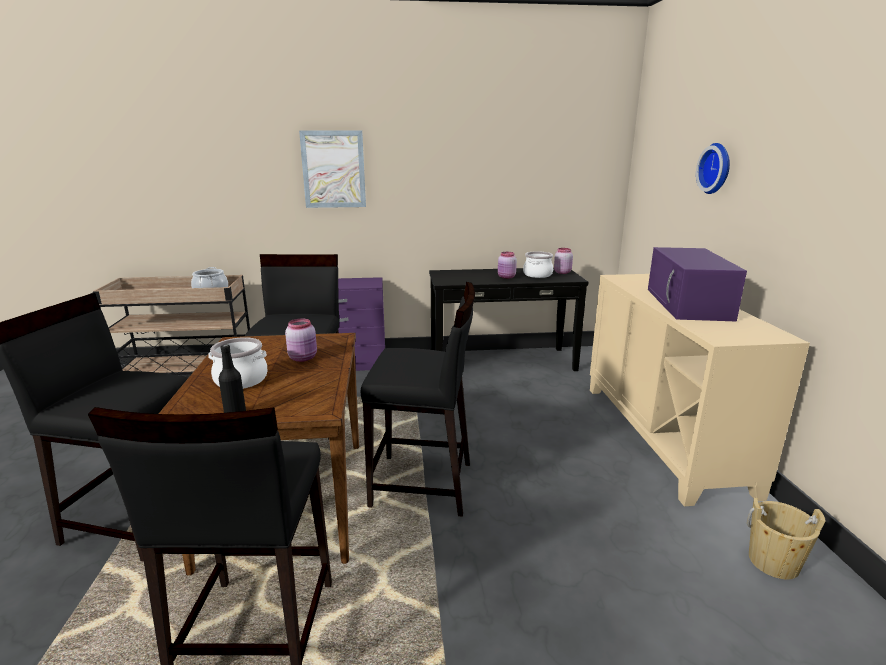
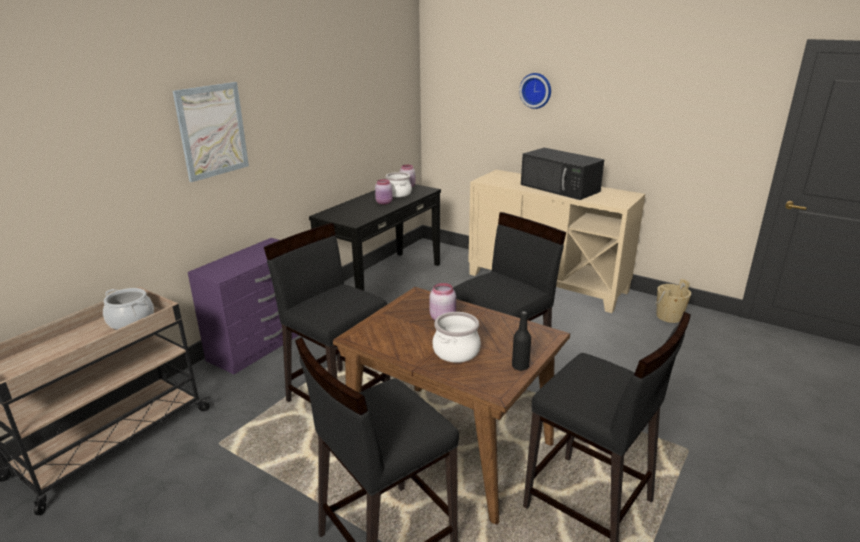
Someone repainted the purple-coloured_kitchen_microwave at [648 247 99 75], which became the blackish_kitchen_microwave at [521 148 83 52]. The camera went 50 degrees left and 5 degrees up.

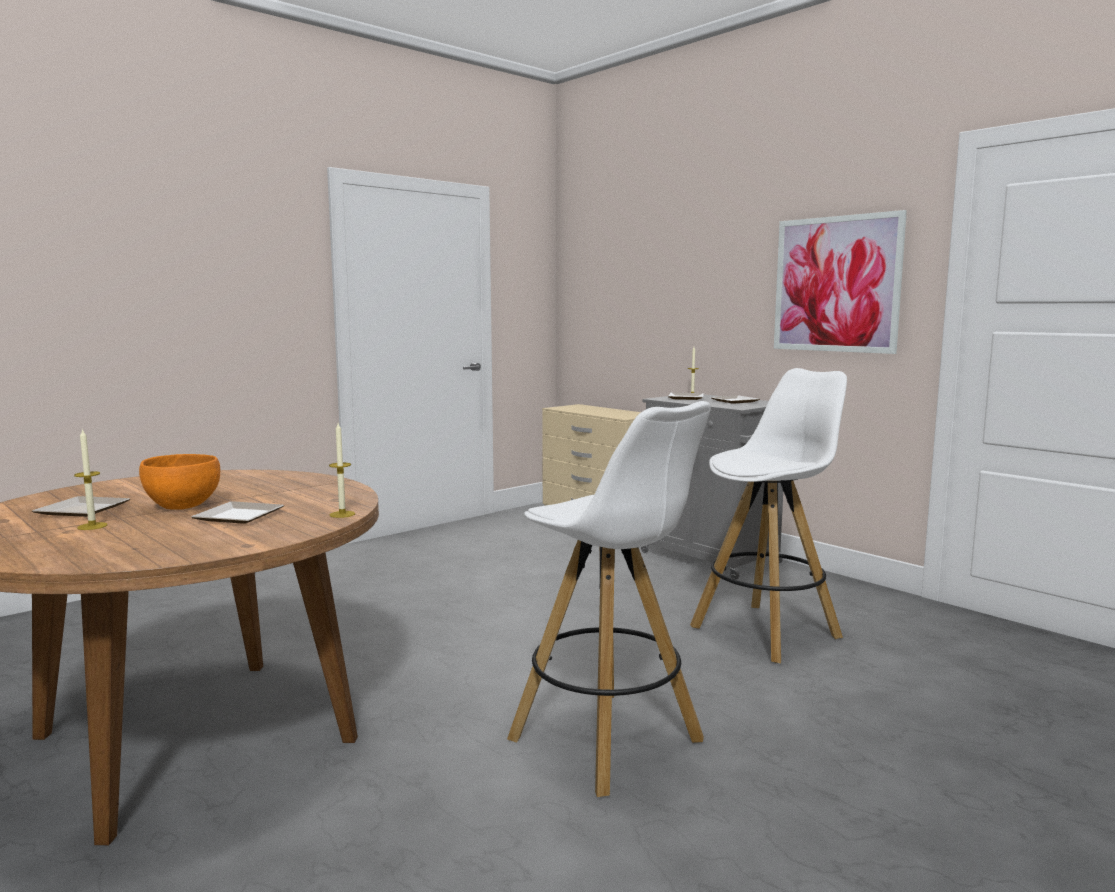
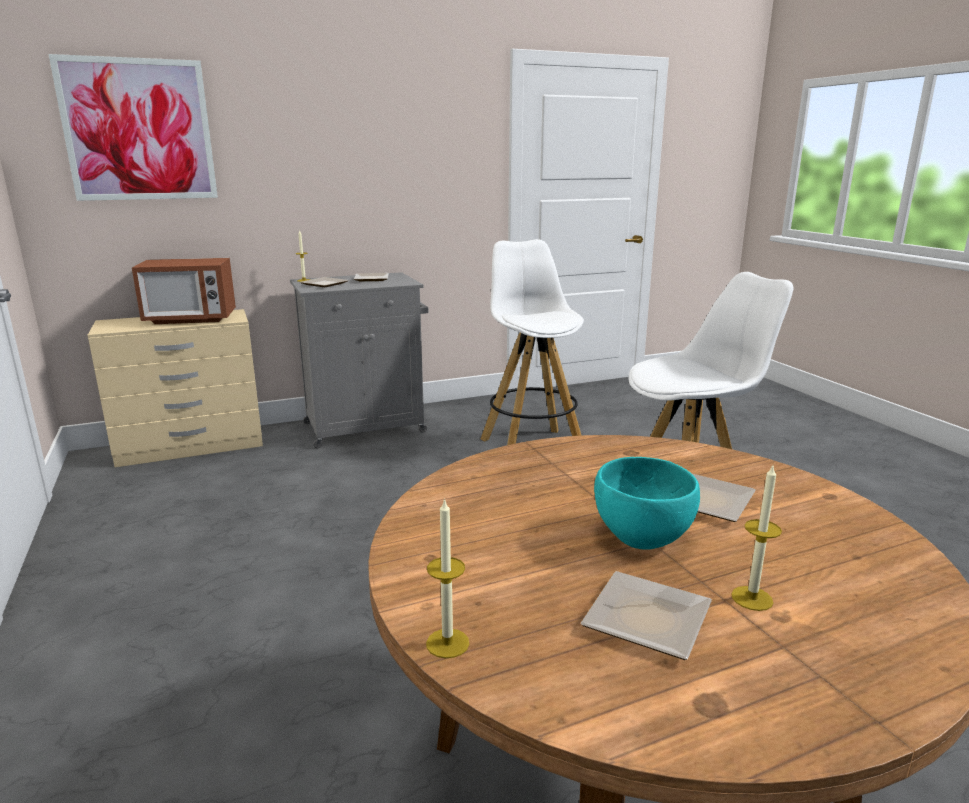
Someone carried the wall_picture from [774 210 133 144] to [48 54 170 147]. Someone put down the kitchen_microwave at [132 258 104 66]. Someone carried the wax_candle from [329 423 26 95] to [426 498 43 160]. Someone repainted the orangey_bowl at [139 454 81 56], which became the turquoise-coloured_bowl at [594 457 106 93]. The camera went 70 degrees left and 10 degrees up.

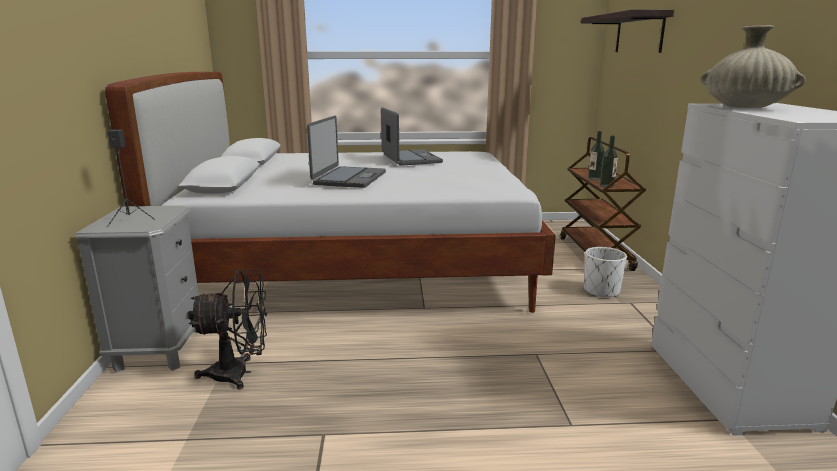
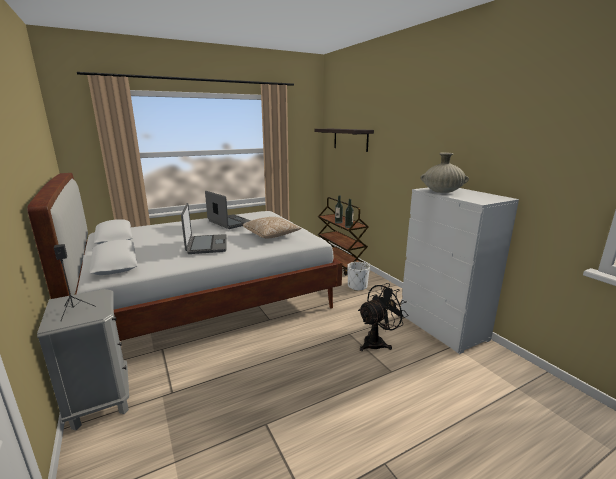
Someone put down the throw_pillow at [242 217 60 22]. Someone carried the blackish_fan from [188 269 79 121] to [358 283 50 68]. The camera went 25 degrees left and 0 degrees up.

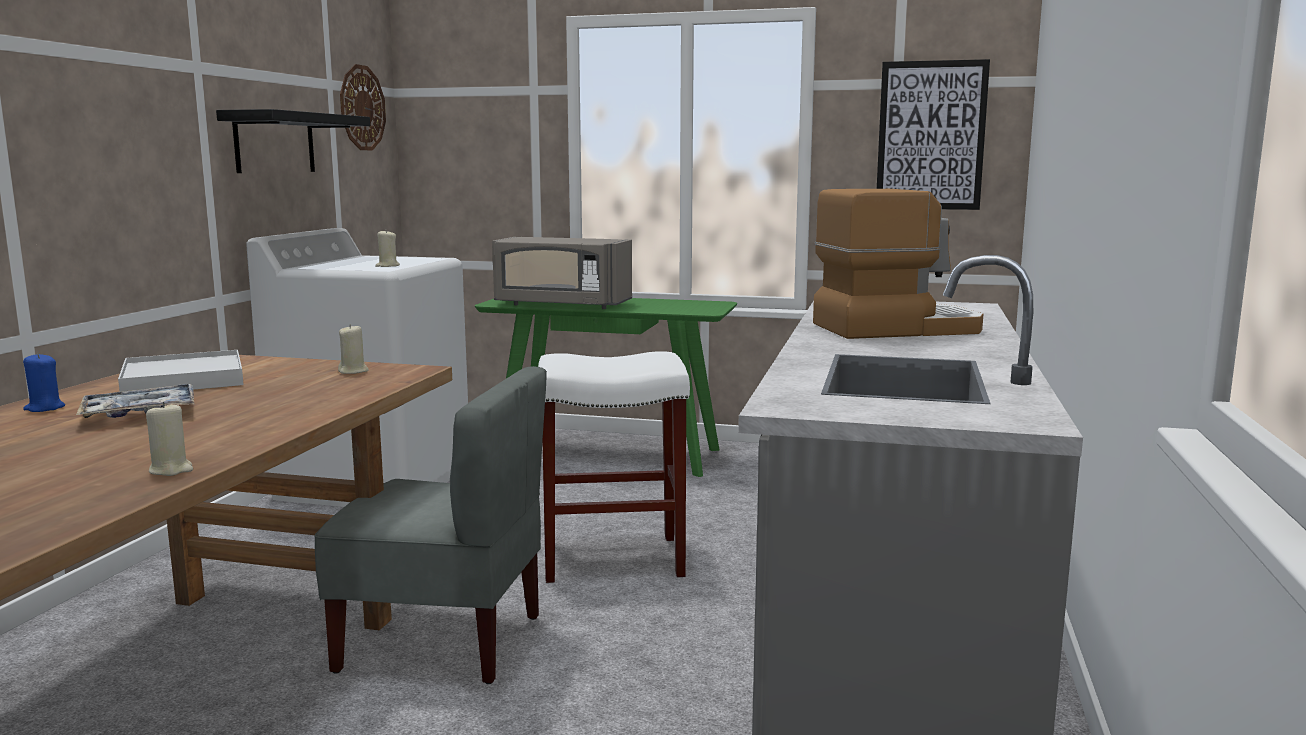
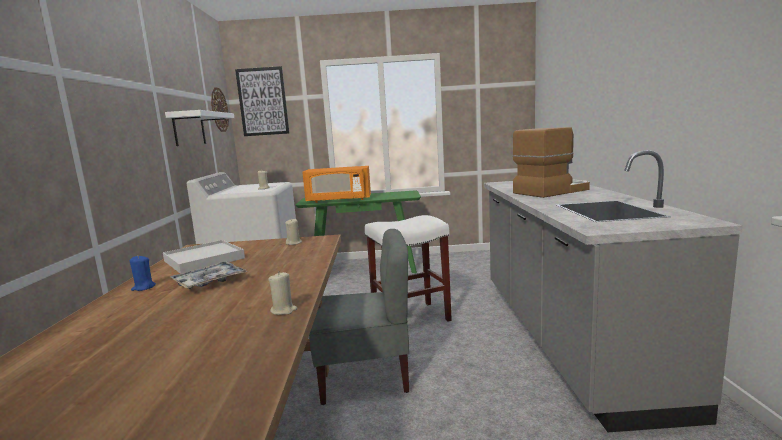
Someone repainted the blackish_bracket_shelf at [216 109 154 64], which became the white_bracket_shelf at [165 110 69 36]. Someone carried the wall_picture from [877 59 113 151] to [235 66 54 70]. Someone repainted the gray_kitchen_microwave at [492 237 140 72], which became the orangey_kitchen_microwave at [302 166 69 37]. The camera went 15 degrees left and 0 degrees up.

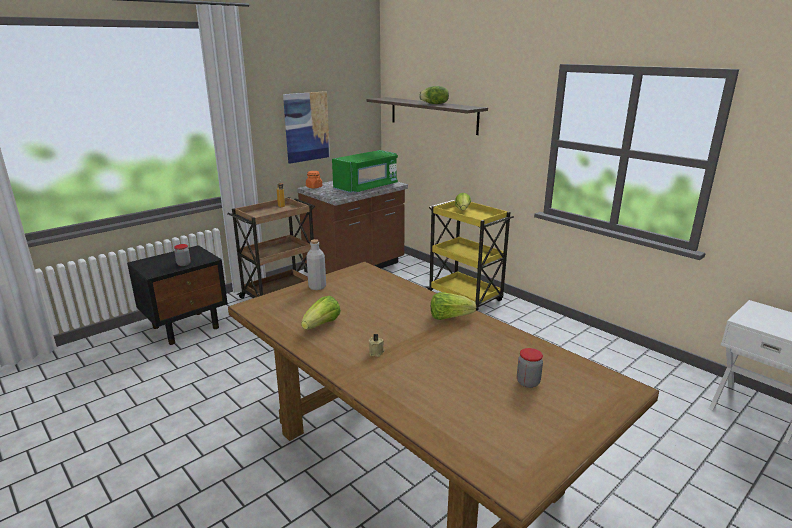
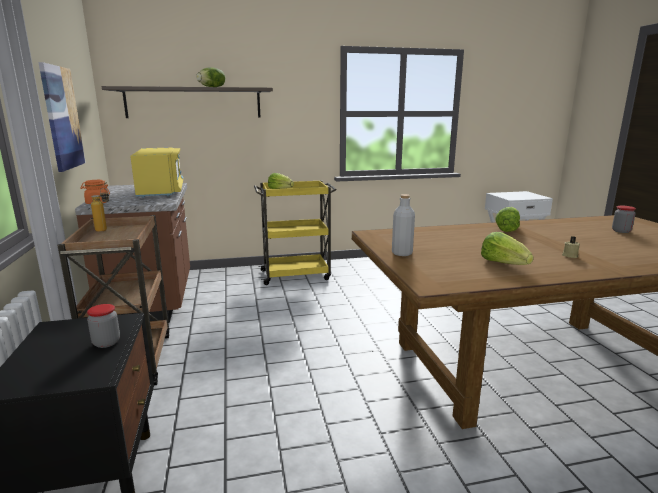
Someone repainted the greenish_kitchen_microwave at [332 150 66 43], which became the yellow_kitchen_microwave at [130 148 54 50]. The camera went 60 degrees left and 5 degrees down.

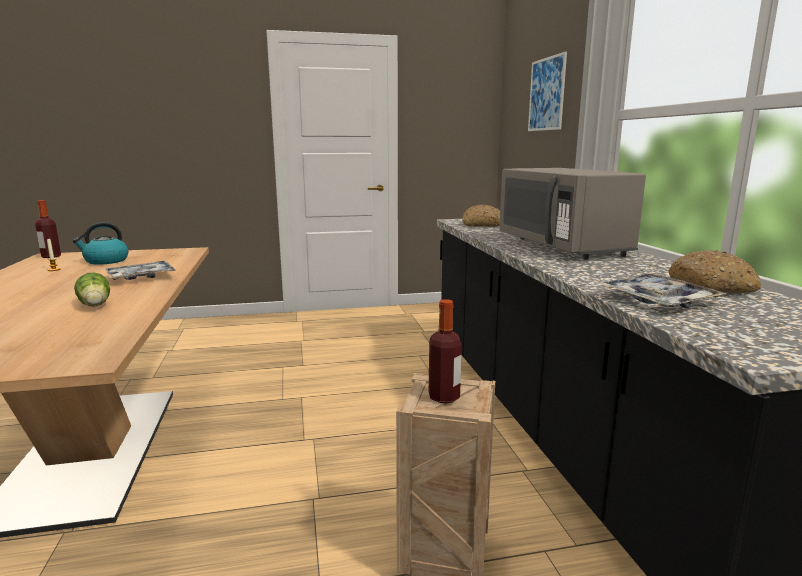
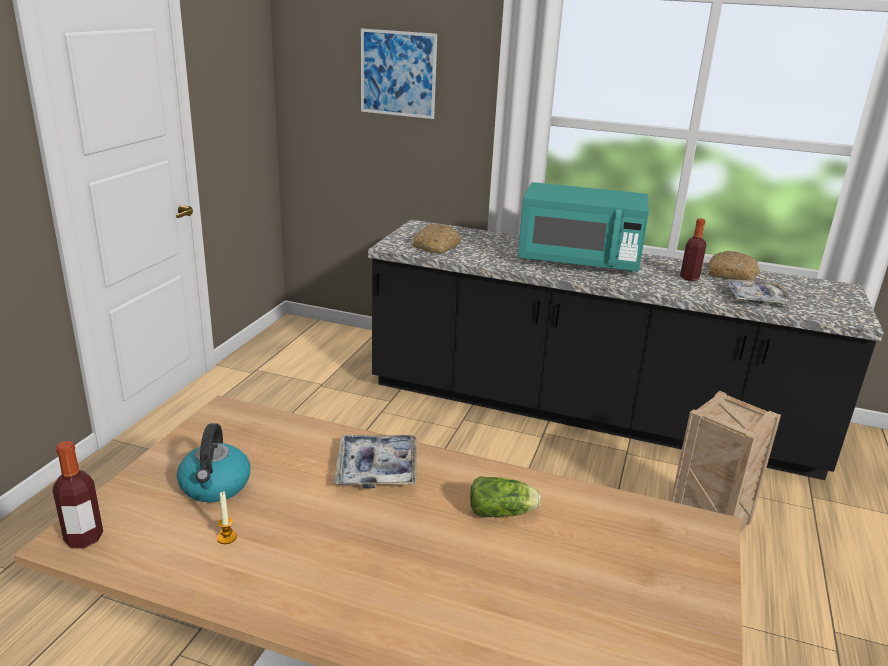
Someone repainted the gray_kitchen_microwave at [499 168 147 92], which became the turquoise-coloured_kitchen_microwave at [518 182 131 90]. Someone carried the beverage_bottle from [429 299 33 104] to [680 218 26 63]. The camera went 60 degrees left and 10 degrees up.

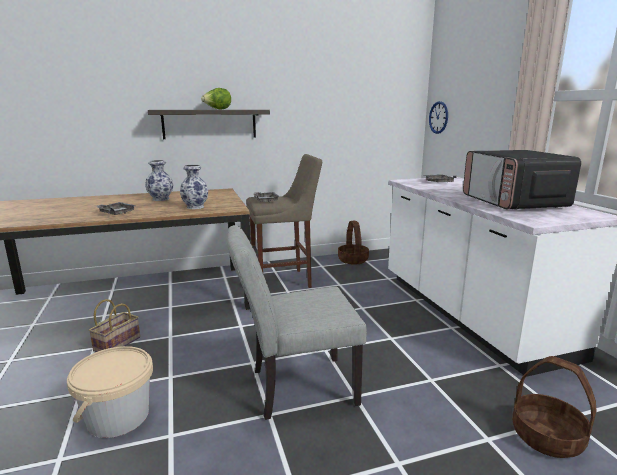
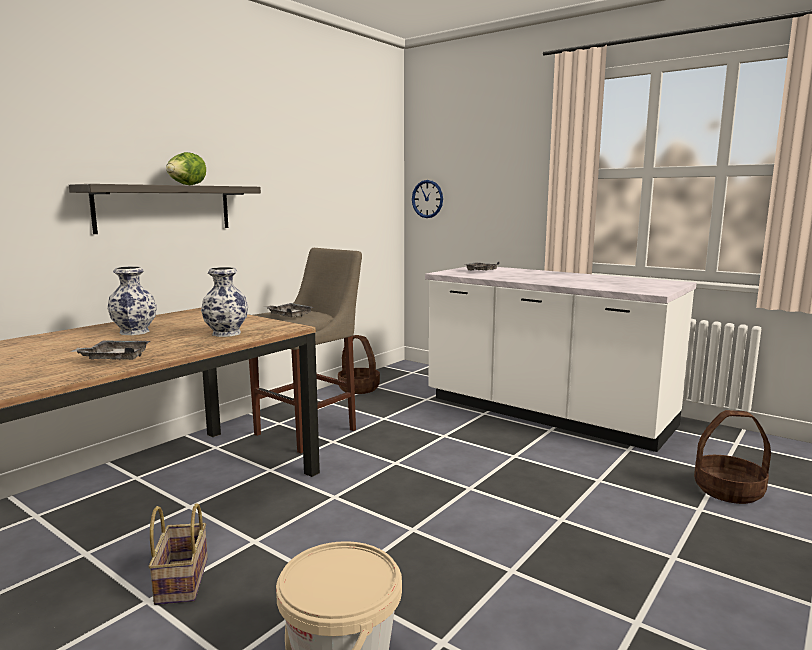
Someone took away the gray_chair at [227 225 140 195]. Someone took away the kitchen_microwave at [463 150 118 60]. The camera went 35 degrees left and 5 degrees down.

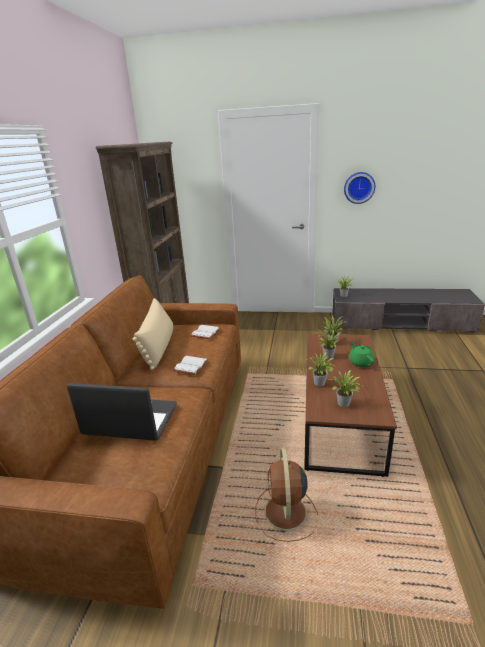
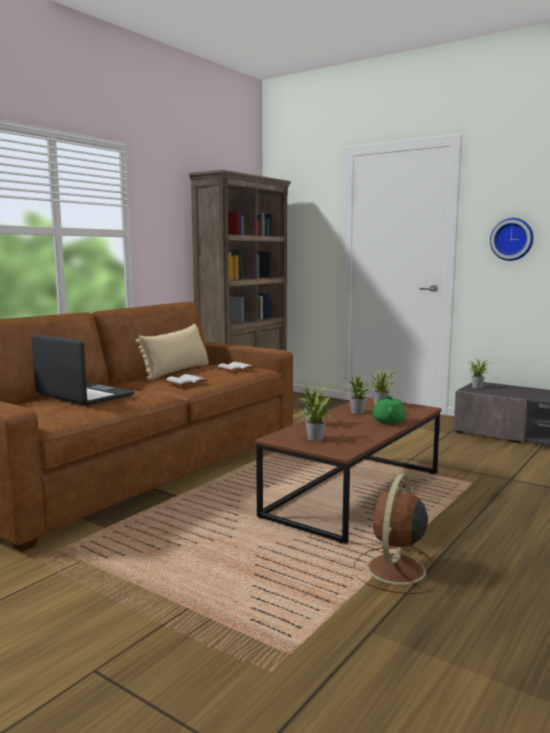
Someone carried the brown_fan from [255 448 63 94] to [354 474 85 120]. The camera went 25 degrees right and 15 degrees down.

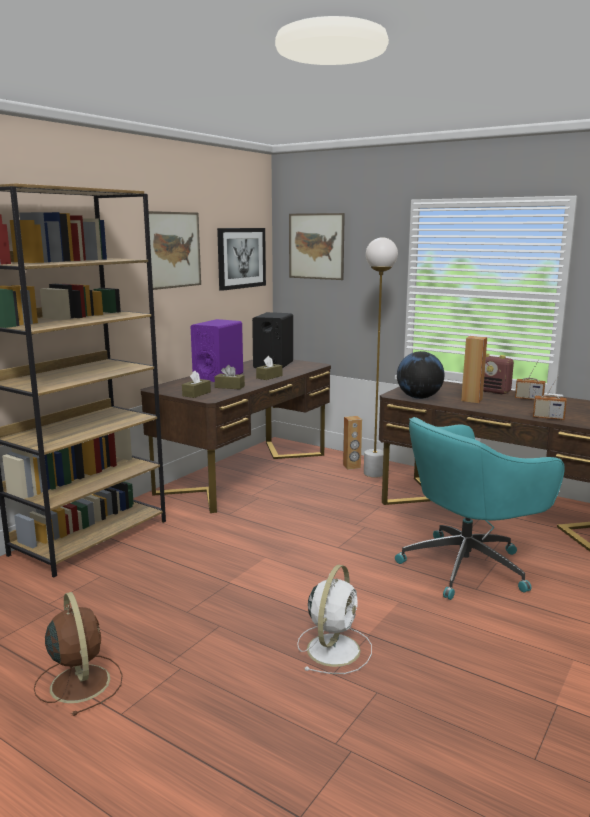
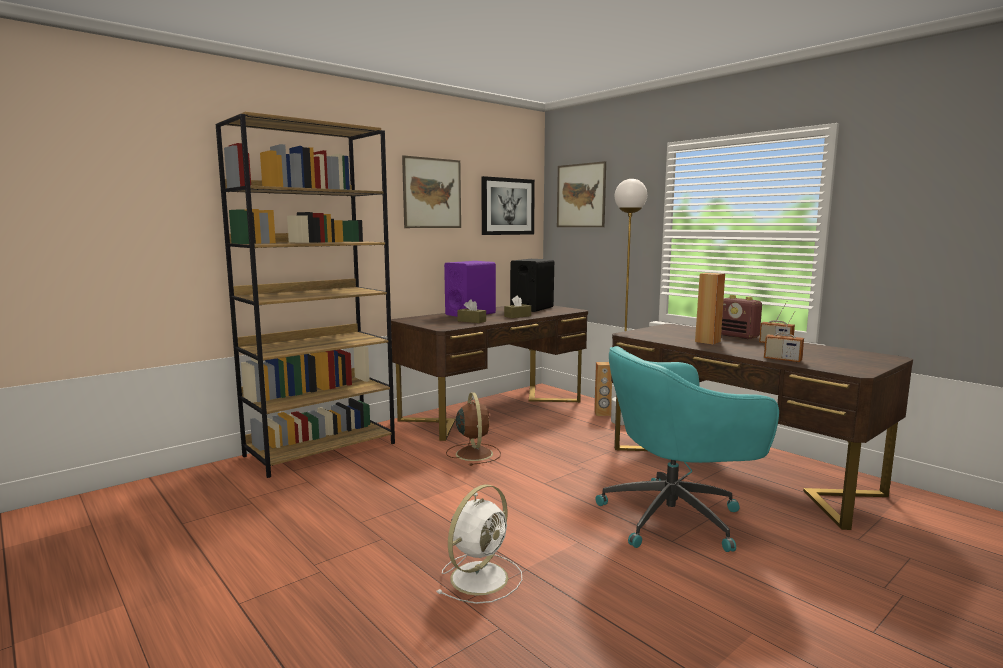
Someone carried the brown_fan from [34 592 89 124] to [446 392 55 74]. Someone took away the brown_box_of_tissues at [182 371 29 27]. Someone took away the globe at [397 351 47 48]. The camera went 15 degrees right and 5 degrees down.

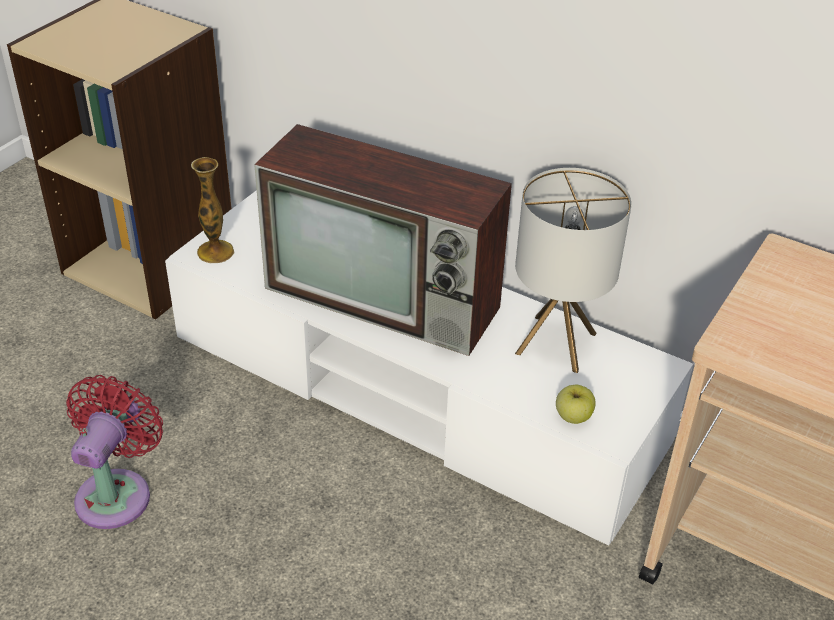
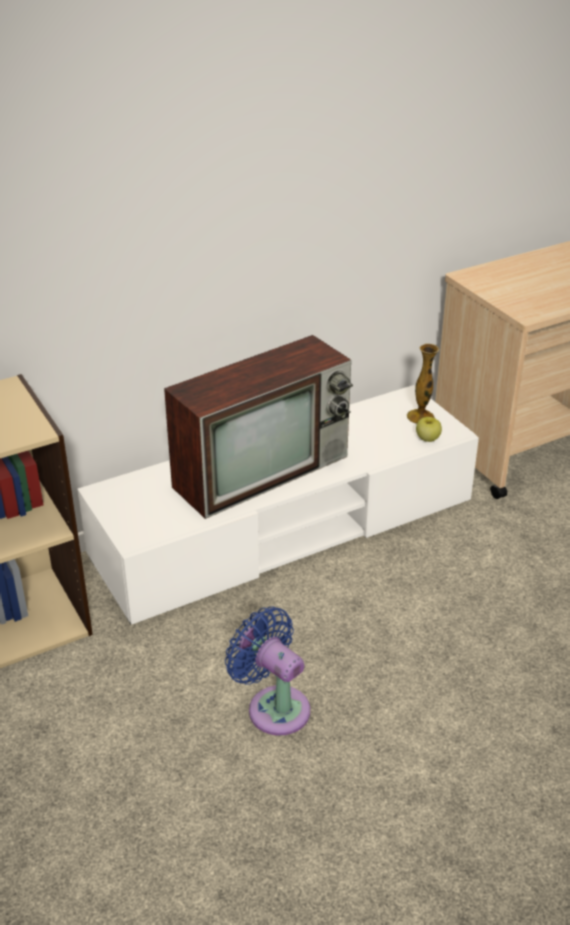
Someone repainted the red_fan at [66 375 97 154], which became the blue-coloured_fan at [225 606 85 130]. Someone carried the flower_vase from [191 157 44 106] to [407 344 32 80]. Someone took away the lamp_for_a_table at [515 168 117 205]. The camera went 60 degrees left and 5 degrees down.

